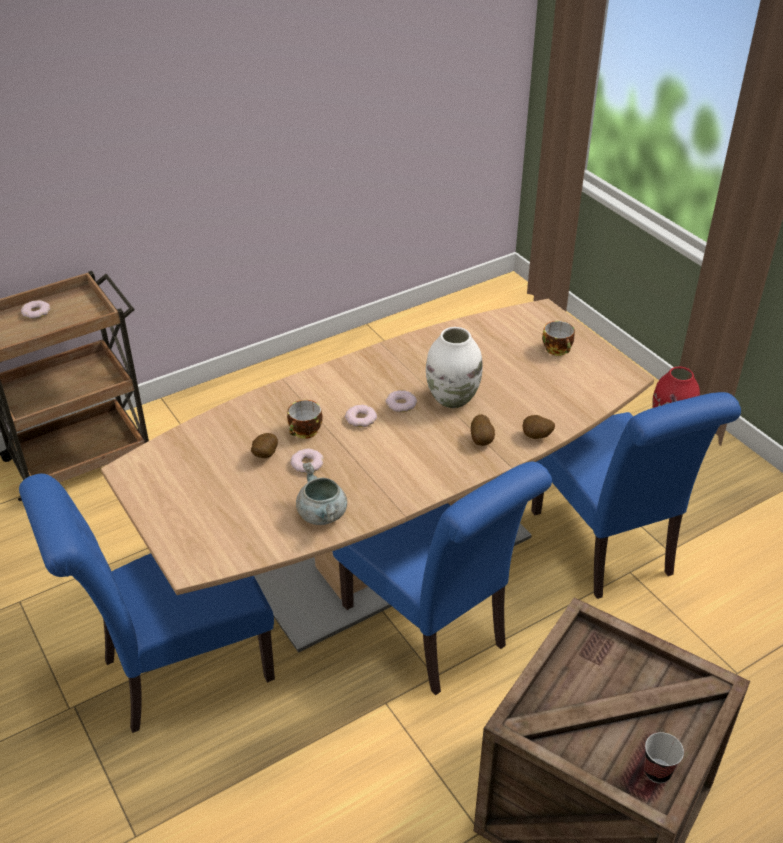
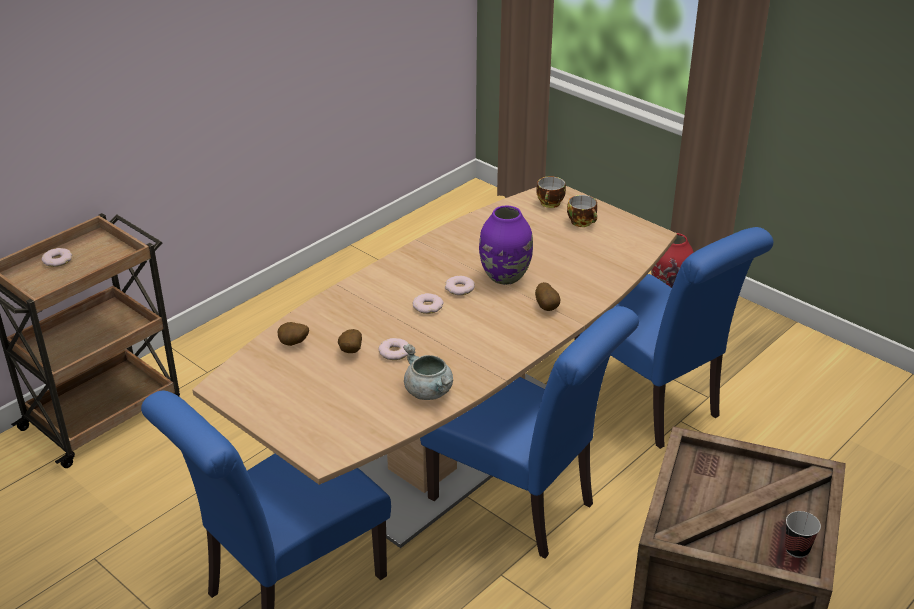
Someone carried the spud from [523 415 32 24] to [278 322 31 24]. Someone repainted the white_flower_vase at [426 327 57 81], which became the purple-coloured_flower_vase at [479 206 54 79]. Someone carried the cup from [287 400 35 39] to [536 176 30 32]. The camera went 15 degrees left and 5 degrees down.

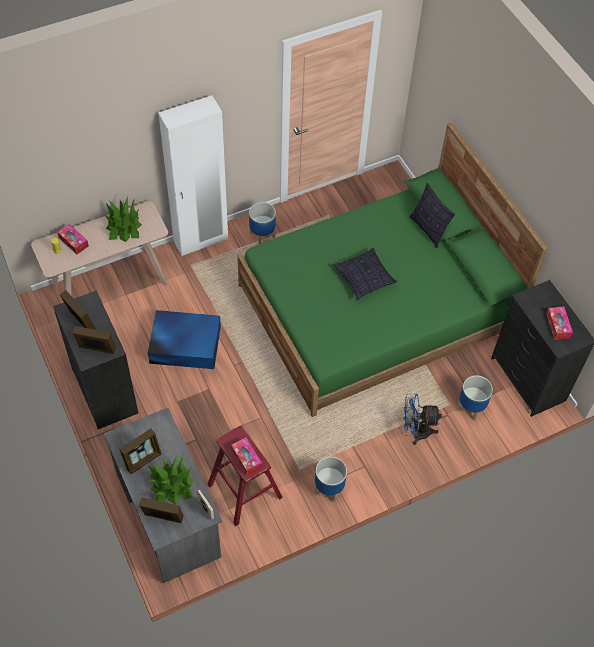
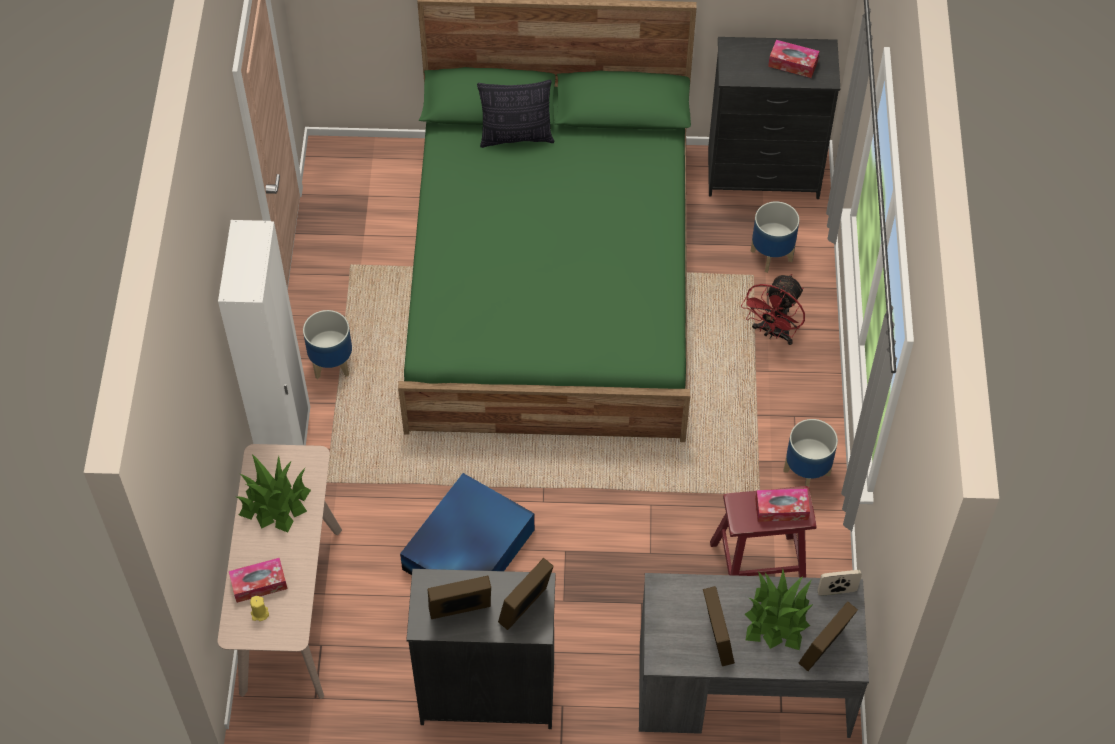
Someone repainted the blue-coloured_fan at [404 394 38 51], which became the red_fan at [741 274 64 71]. Someone took away the throw_pillow at [333 248 64 52]. The camera went 60 degrees left and 0 degrees up.

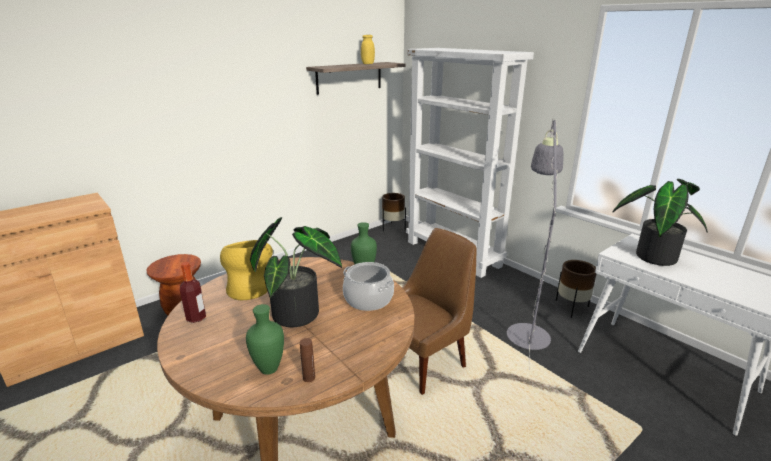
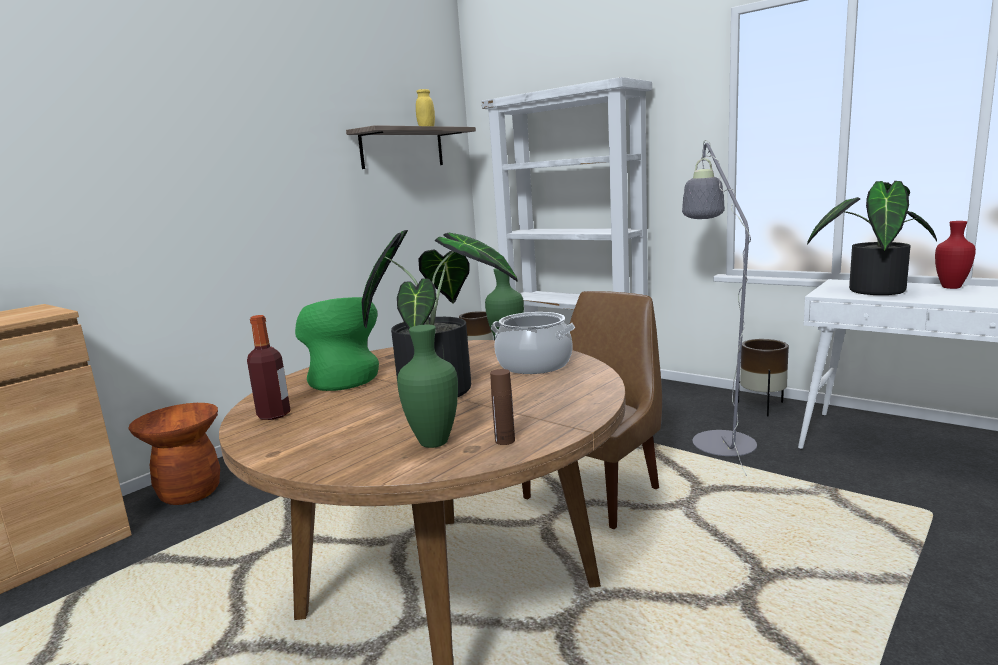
Someone repainted the yellow_flower_vase at [220 240 53 60], which became the greenish_flower_vase at [295 297 84 94]. Someone put down the red_flower_vase at [935 221 41 68]. The camera went 10 degrees left and 10 degrees down.

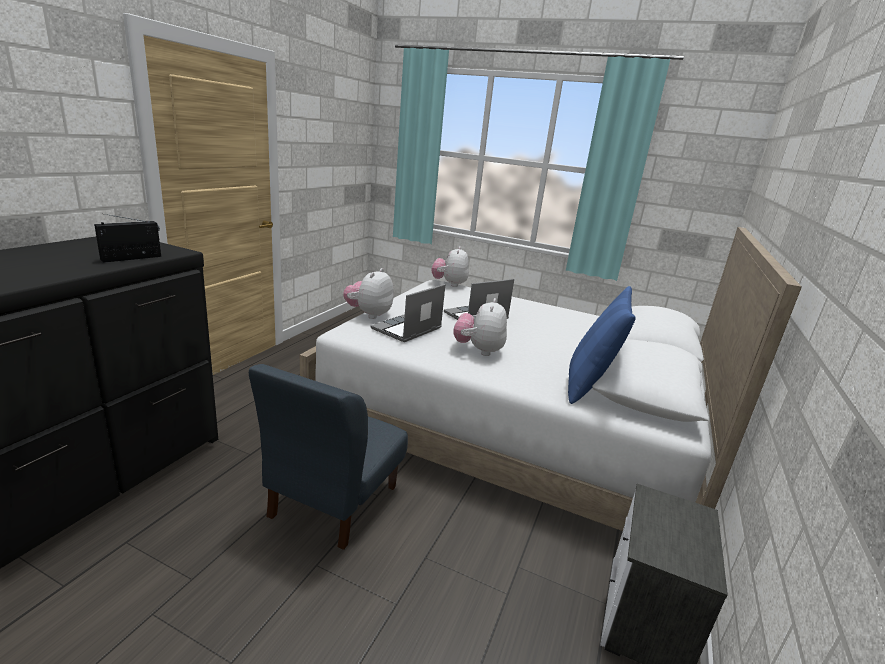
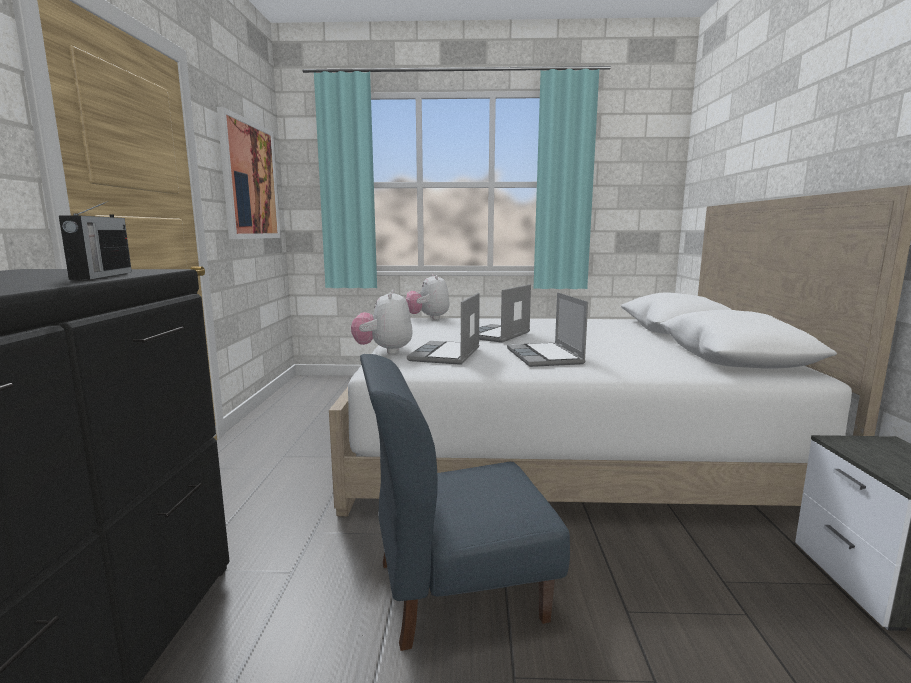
Someone rotated the radio at [94 214 67 48] by 150 degrees clockwise. Someone put up the wall_picture at [217 107 64 132]. Someone rotated the blue-coloured_chair at [249 364 159 186] by 75 degrees clockwise. Someone swapped the plush_toy at [453 298 54 58] for the laptop at [507 292 81 75]. Someone took away the blue-coloured_throw_pillow at [568 286 68 118]. The camera went 20 degrees left and 10 degrees down.

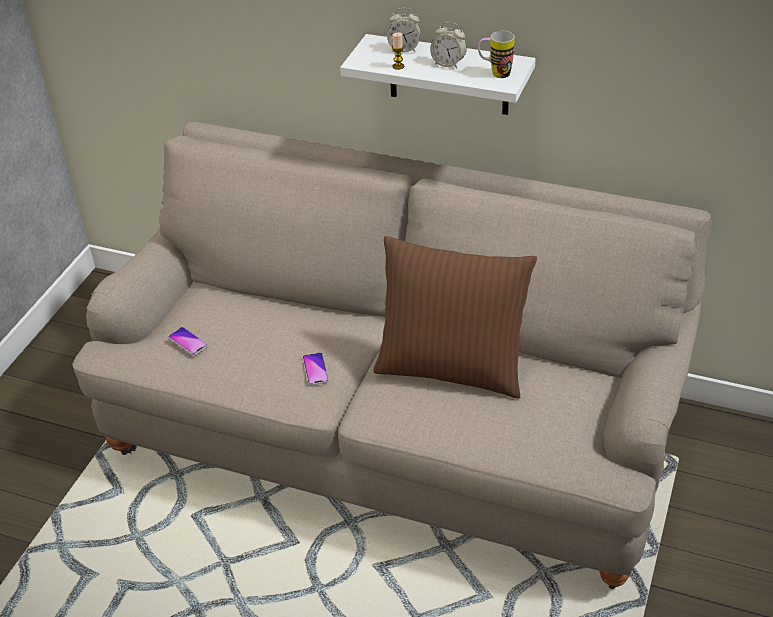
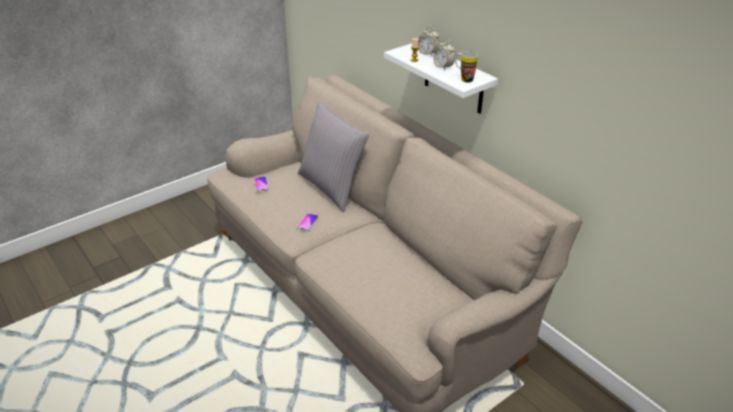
Someone put down the gray_throw_pillow at [298 101 71 111]. Someone took away the brown_throw_pillow at [373 236 164 162]. The camera went 30 degrees right and 5 degrees down.

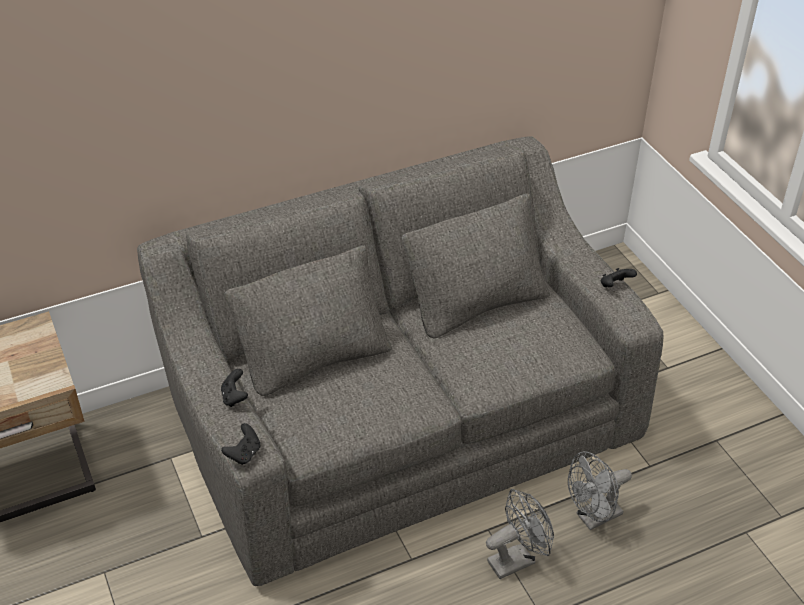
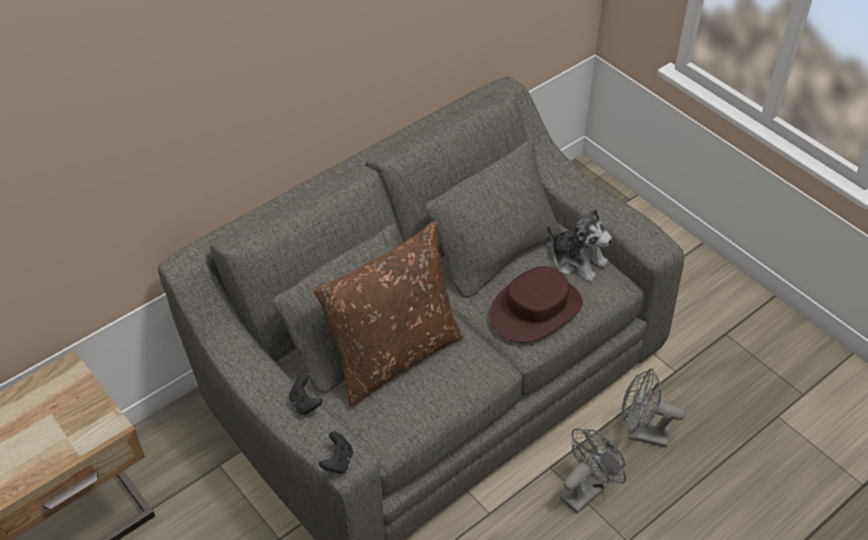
Someone put down the brown_throw_pillow at [313 221 151 186]. Someone put down the brown_wearable_hat at [490 266 93 77]. Someone put down the plush_toy at [547 209 65 73]. Someone rotated the gray_fan at [568 451 64 79] by 60 degrees clockwise. Someone took away the blackish_gamepad at [601 268 36 19]. The camera went 15 degrees left and 5 degrees up.

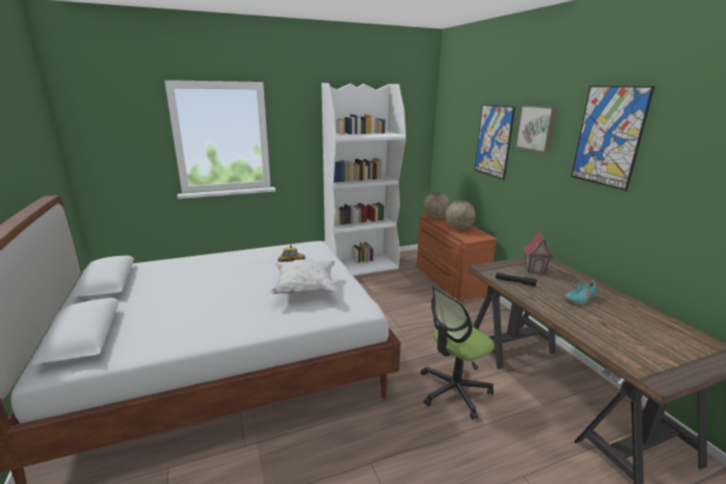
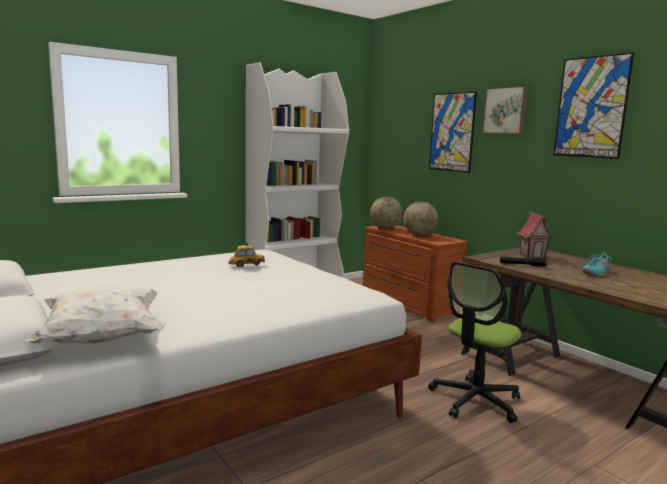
Someone carried the white_throw_pillow from [269 259 69 35] to [25 285 138 58]. The camera went 15 degrees left and 10 degrees down.

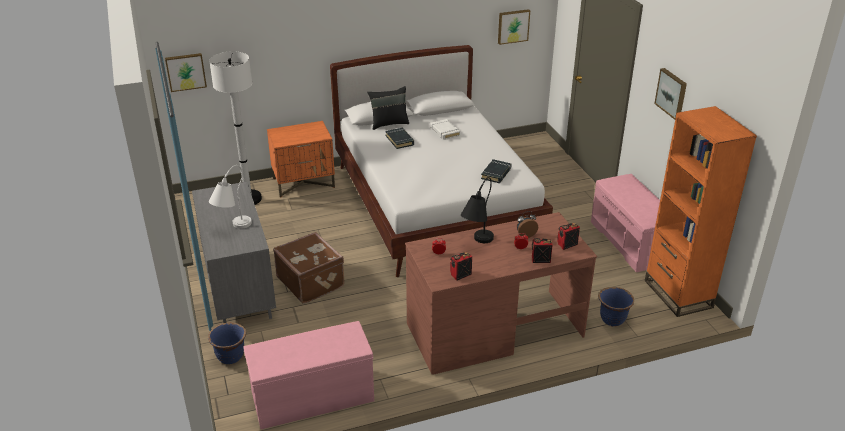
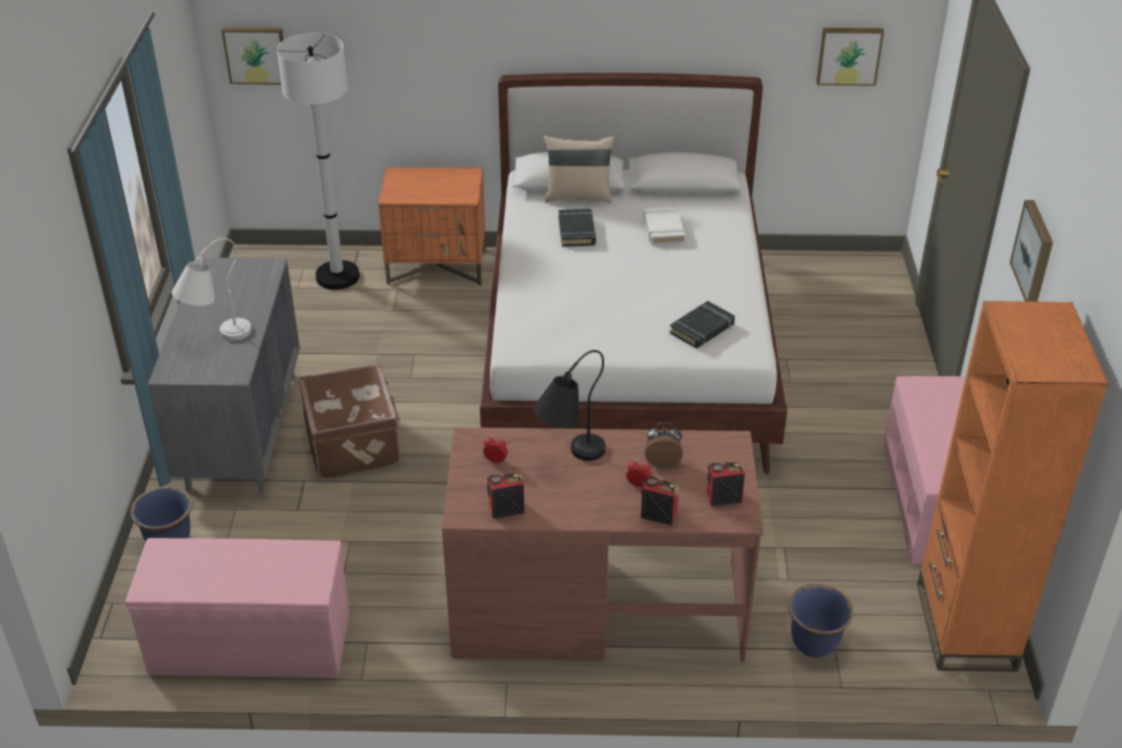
Someone repainted the blackish_throw_pillow at [367 86 42 44], which became the beige-coloured_throw_pillow at [544 136 70 67]. The camera went 20 degrees right and 5 degrees up.

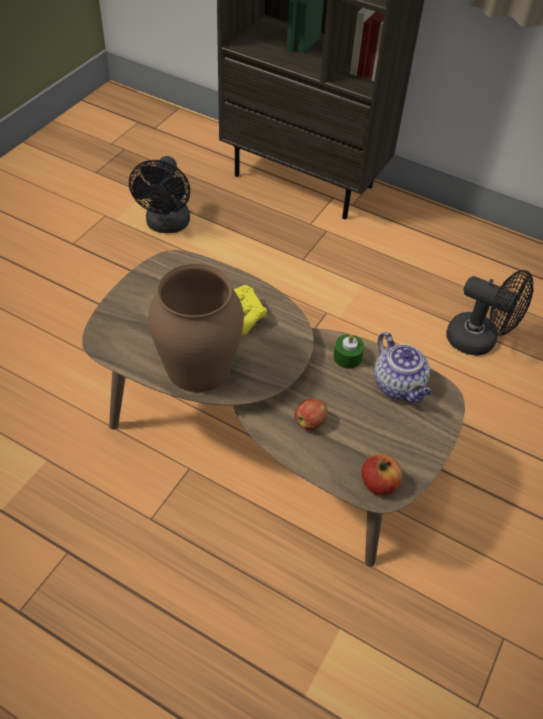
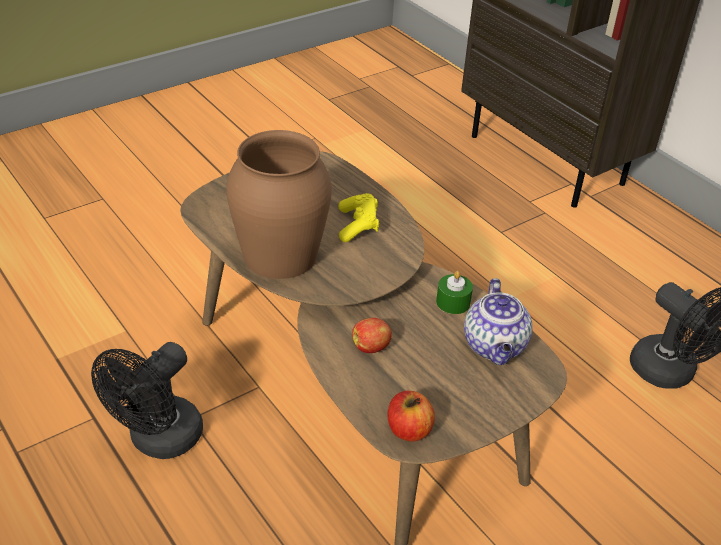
Someone carried the blackish_fan from [129 156 61 77] to [91 342 112 117]. The camera went 25 degrees right and 10 degrees down.

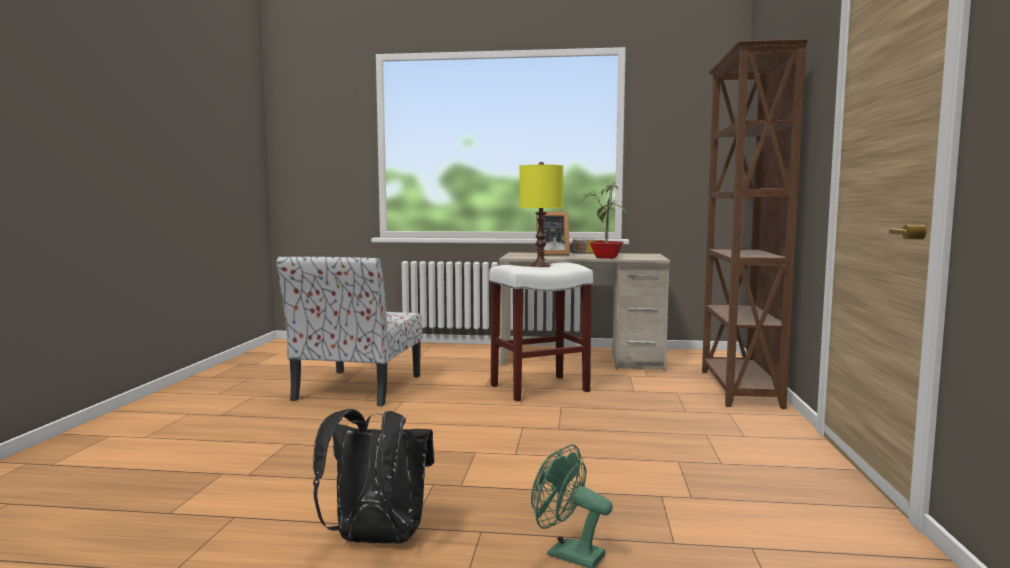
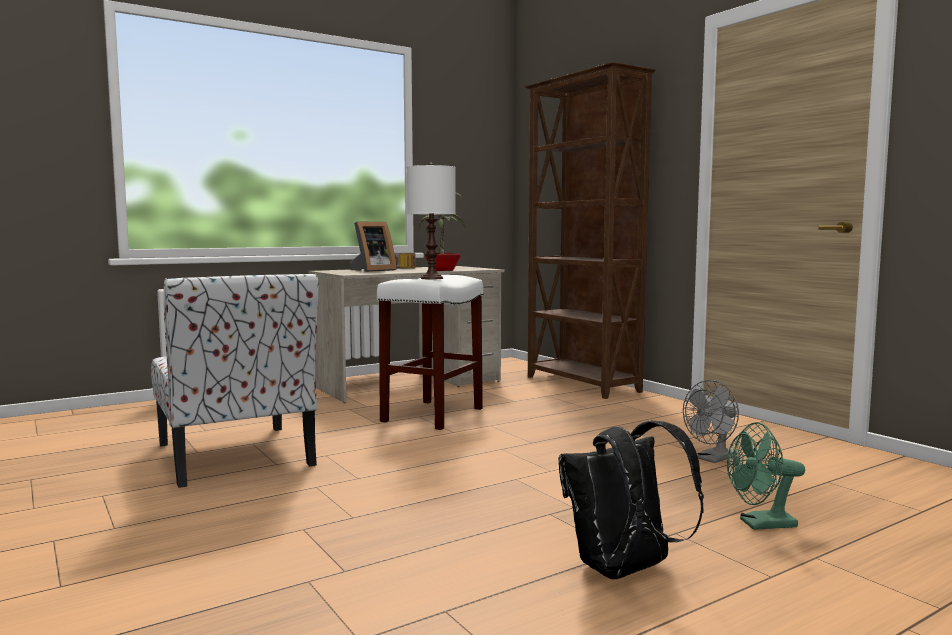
Someone repainted the yellow_lamp_for_a_table at [519 162 44 105], which became the white_lamp_for_a_table at [407 163 49 116]. Someone put down the gray_fan at [683 380 56 83]. The camera went 40 degrees left and 0 degrees up.

